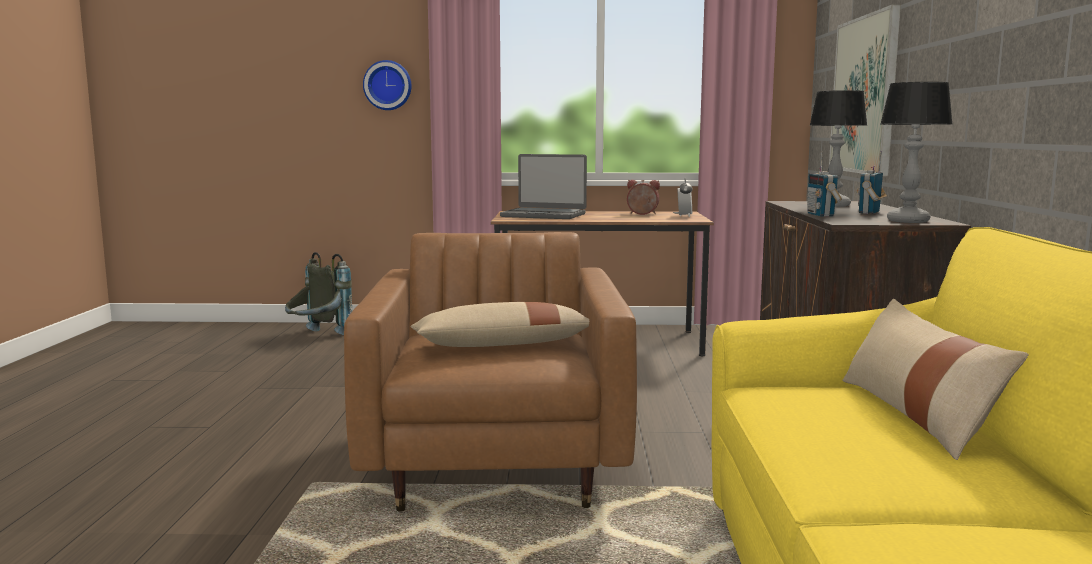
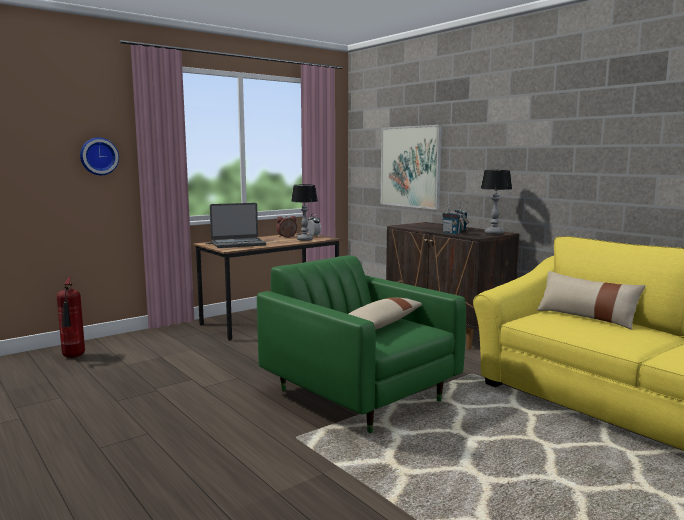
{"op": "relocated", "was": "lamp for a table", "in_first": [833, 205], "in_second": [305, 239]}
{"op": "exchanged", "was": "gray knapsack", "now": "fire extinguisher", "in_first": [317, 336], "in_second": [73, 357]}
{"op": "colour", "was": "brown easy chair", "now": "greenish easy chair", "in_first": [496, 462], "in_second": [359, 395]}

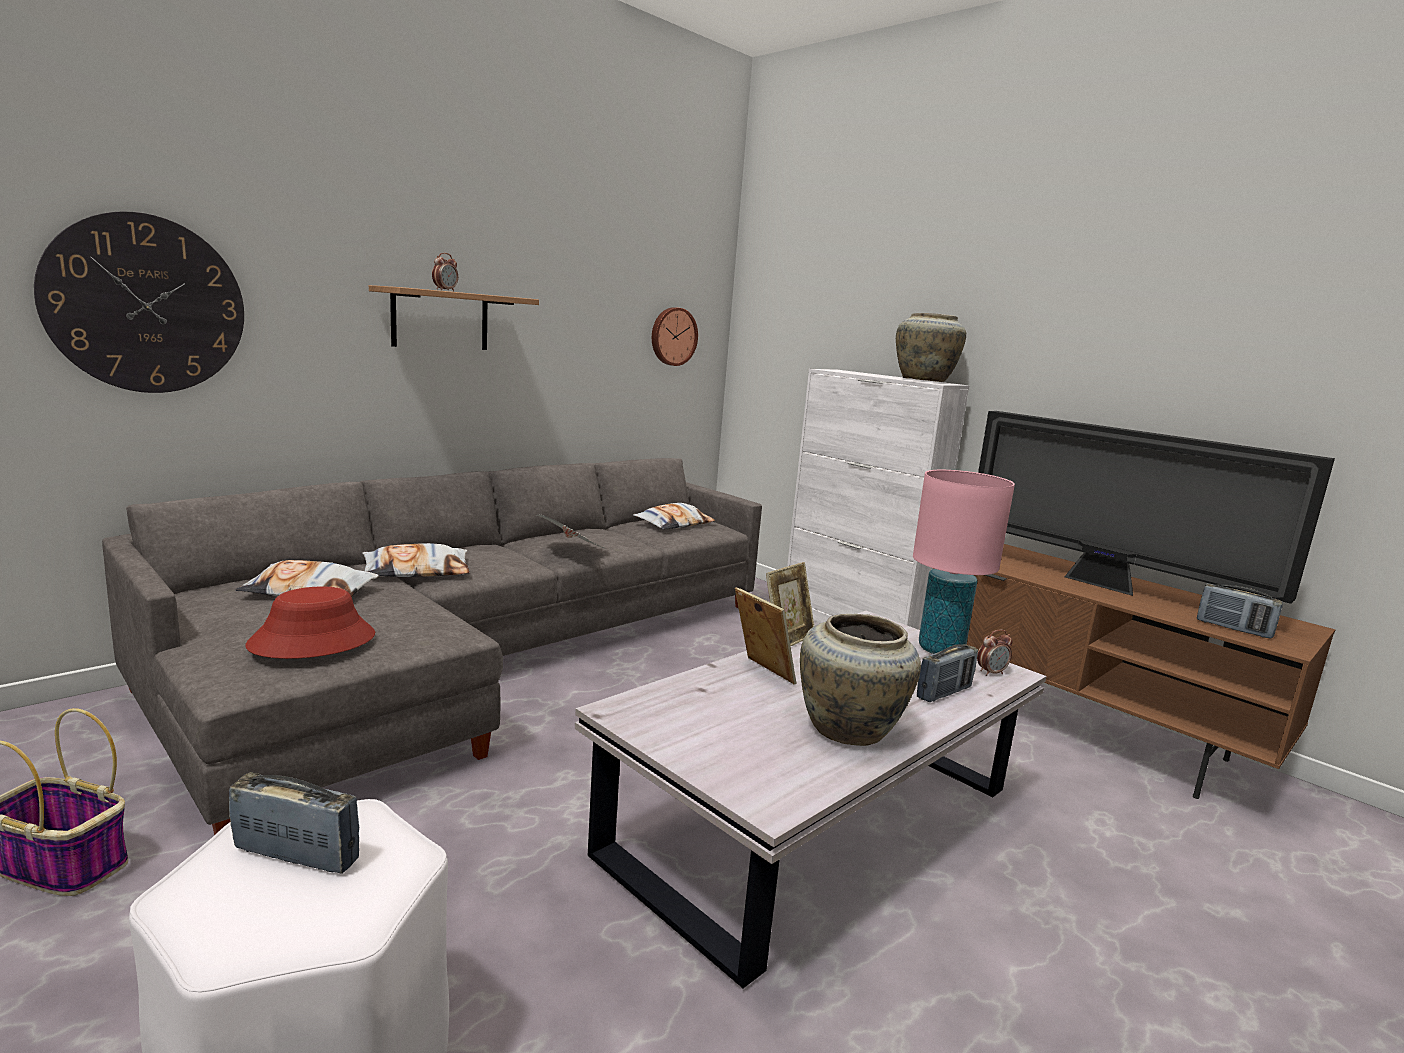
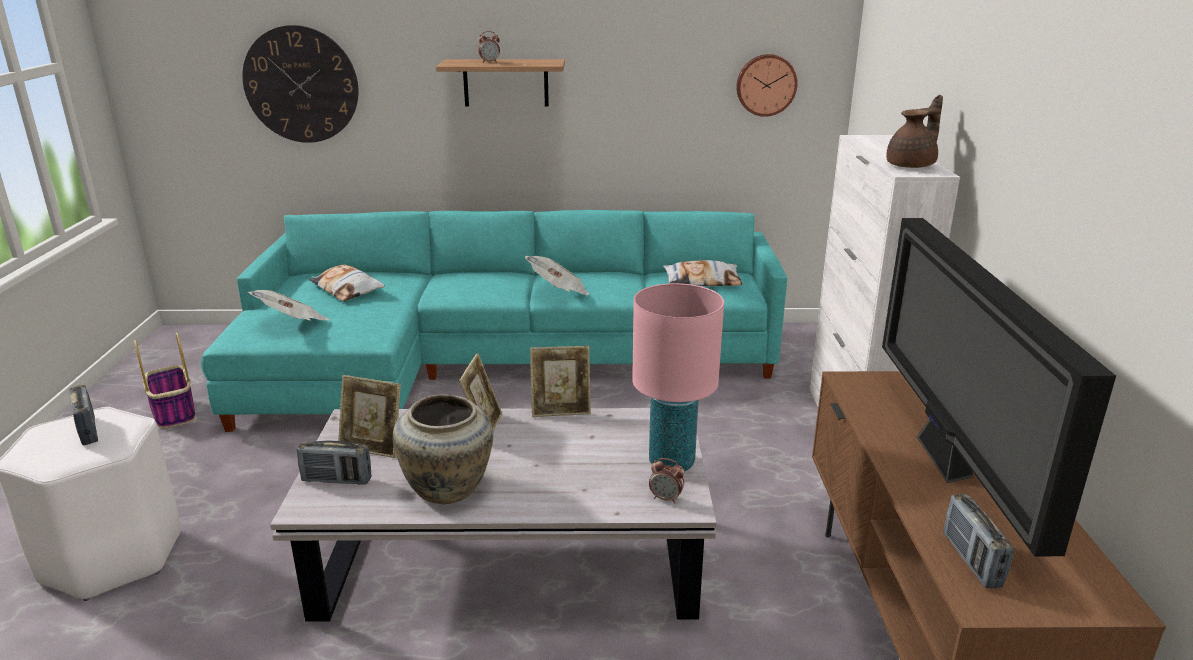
{"op": "missing", "was": "throw pillow", "in_first": [417, 571]}
{"op": "appeared", "now": "standing frame", "in_second": [372, 447]}
{"op": "relocated", "was": "radio set", "in_first": [944, 693], "in_second": [336, 480]}
{"op": "exchanged", "was": "red-coloured hat", "now": "printed paper", "in_first": [312, 641], "in_second": [293, 323]}
{"op": "exchanged", "was": "beige-coloured flower vase", "now": "brown tea pot", "in_first": [924, 381], "in_second": [912, 165]}
{"op": "colour", "was": "gray couch", "now": "turquoise-coloured couch", "in_first": [474, 658], "in_second": [491, 360]}

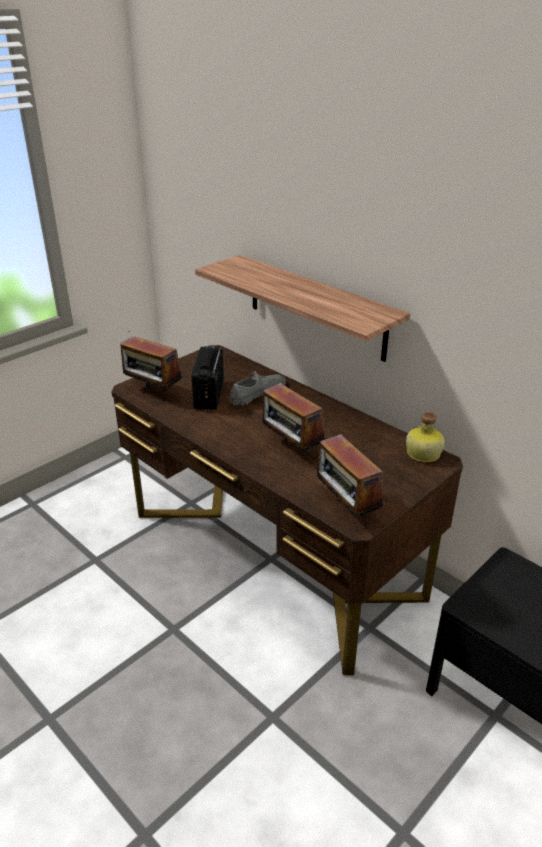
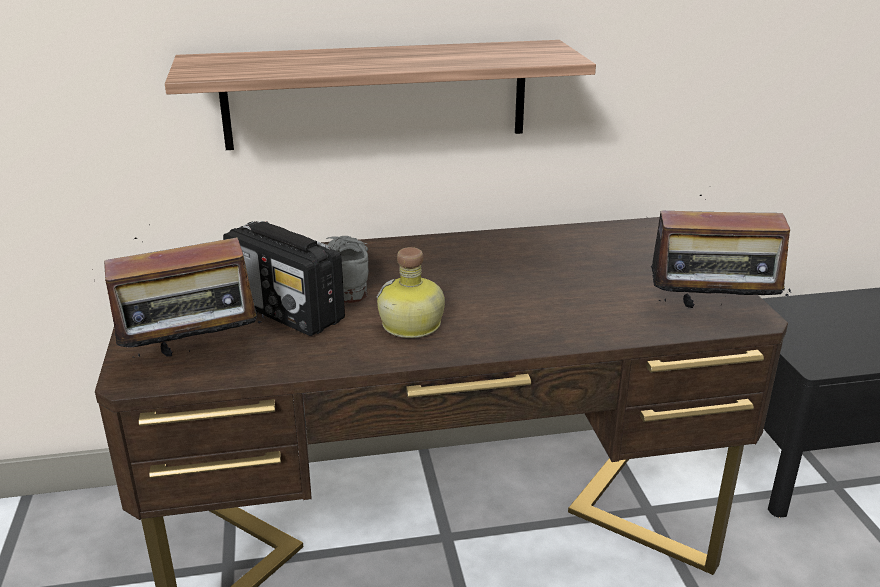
{"op": "missing", "was": "radio set", "in_first": [291, 449]}
{"op": "relocated", "was": "drink bottle", "in_first": [422, 454], "in_second": [412, 326]}

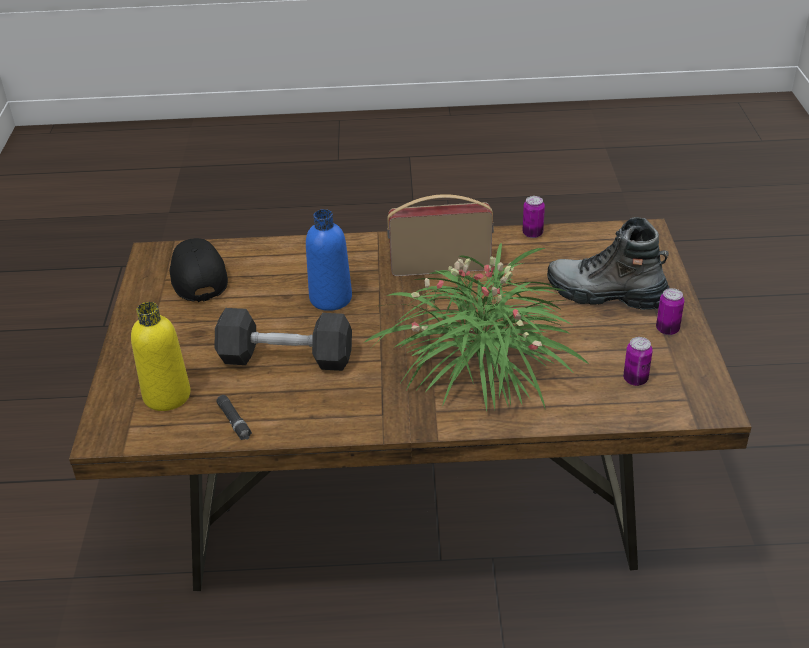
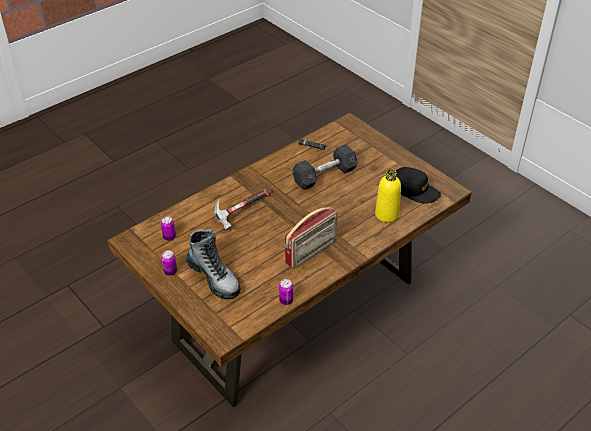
{"op": "missing", "was": "bluish drink bottle", "in_first": [330, 298]}
{"op": "relocated", "was": "yellowish drink bottle", "in_first": [167, 396], "in_second": [386, 214]}
{"op": "exchanged", "was": "plant in a pot", "now": "hand hammer", "in_first": [480, 365], "in_second": [242, 212]}
{"op": "spun", "was": "tall boot", "in_first": [606, 295], "in_second": [214, 278], "clockwise": 60}

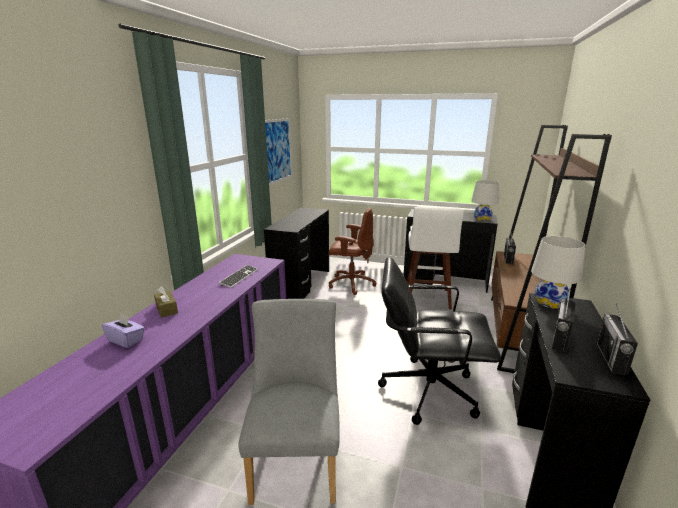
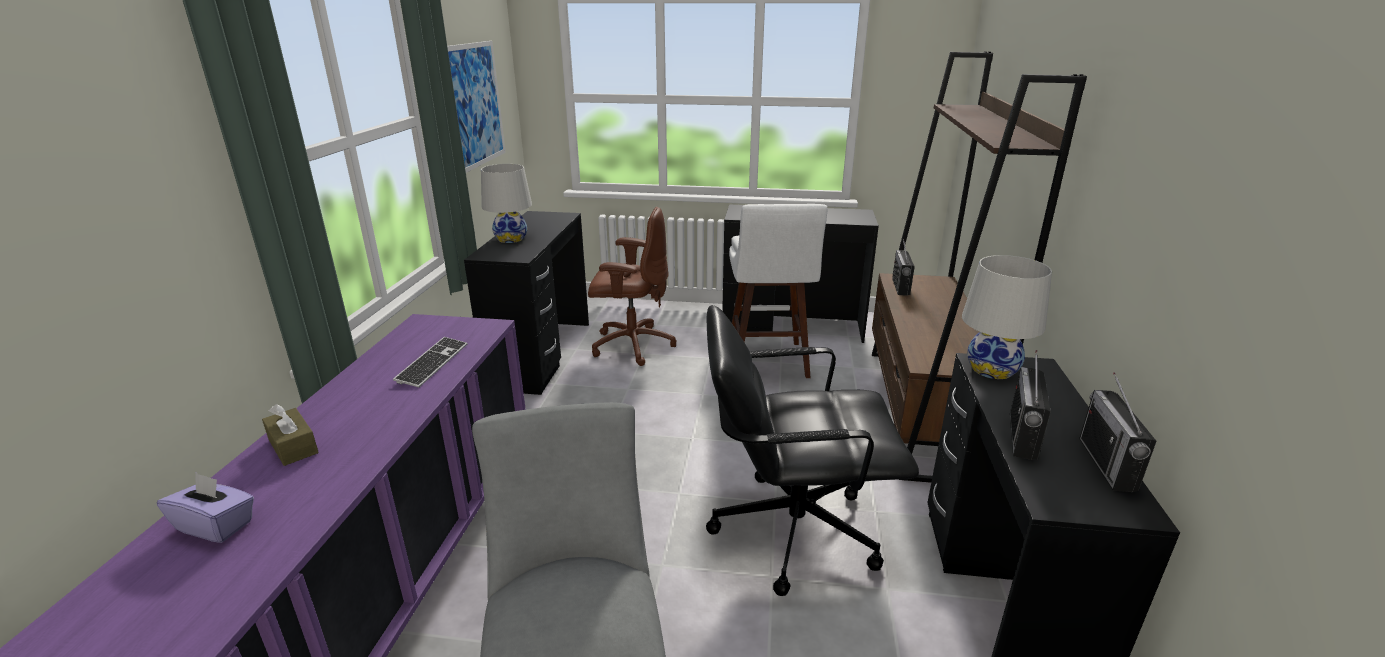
{"op": "relocated", "was": "white lamp for a table", "in_first": [482, 219], "in_second": [511, 239]}

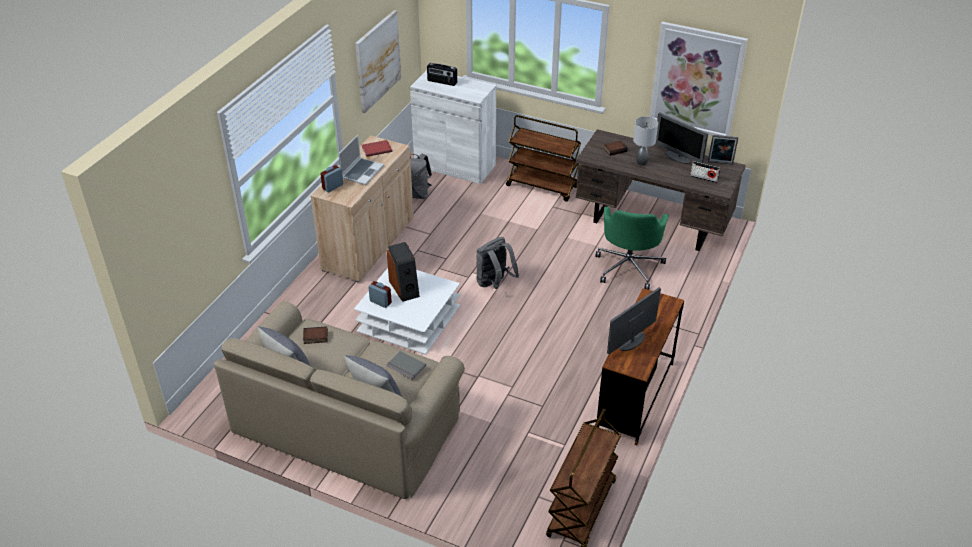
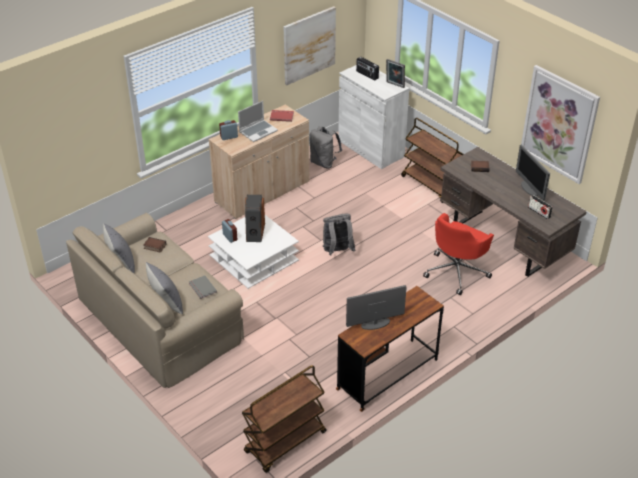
{"op": "missing", "was": "gray lamp for a table", "in_first": [641, 162]}
{"op": "relocated", "was": "standing frame", "in_first": [720, 163], "in_second": [394, 85]}
{"op": "colour", "was": "greenish desk chair", "now": "red-coloured desk chair", "in_first": [629, 267], "in_second": [457, 271]}

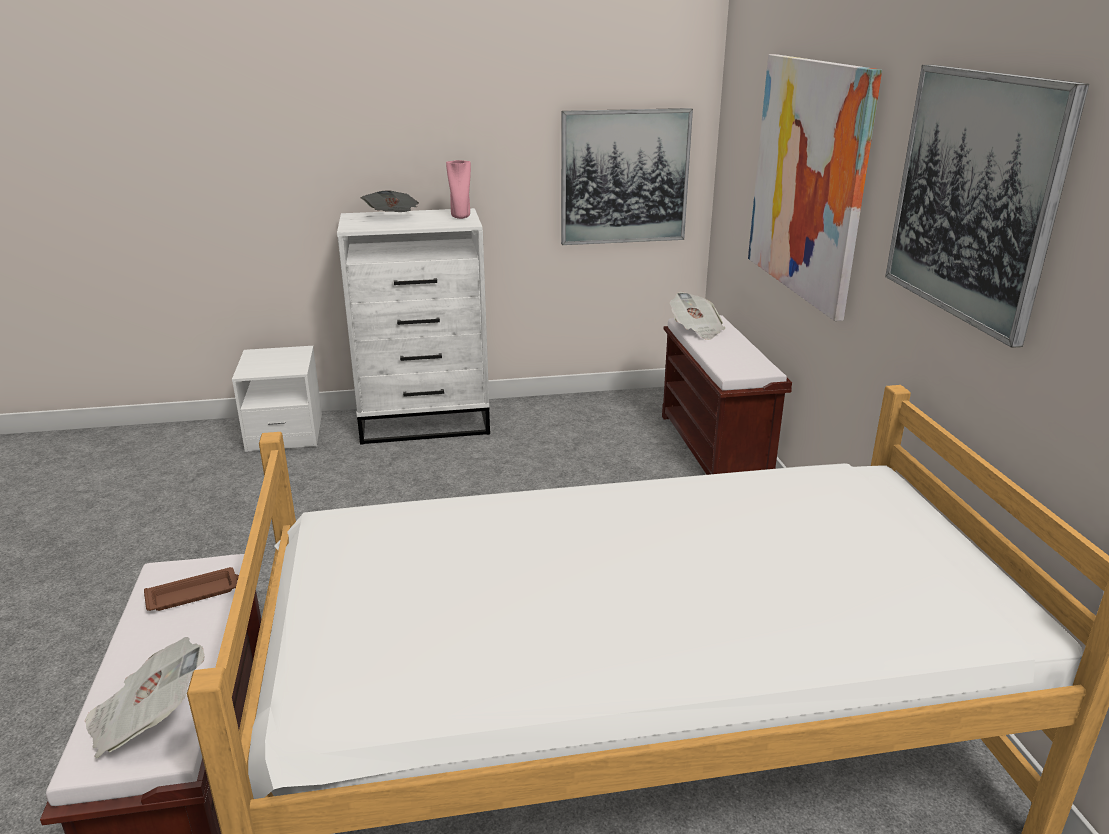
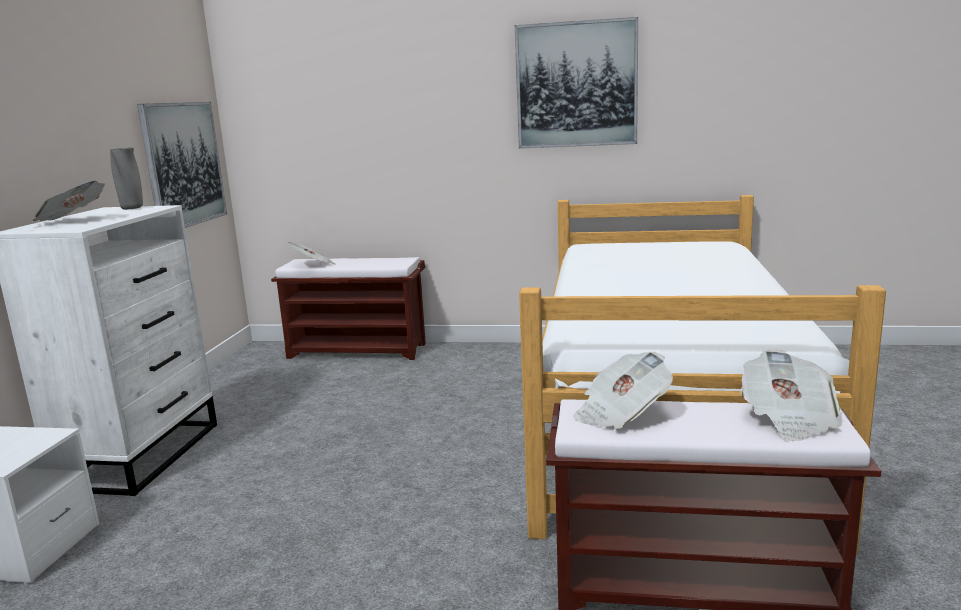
{"op": "missing", "was": "wall picture", "in_first": [808, 179]}
{"op": "exchanged", "was": "brown carrying tray", "now": "printed paper", "in_first": [195, 594], "in_second": [620, 414]}
{"op": "colour", "was": "pink-coloured flower vase", "now": "gray flower vase", "in_first": [460, 217], "in_second": [132, 208]}

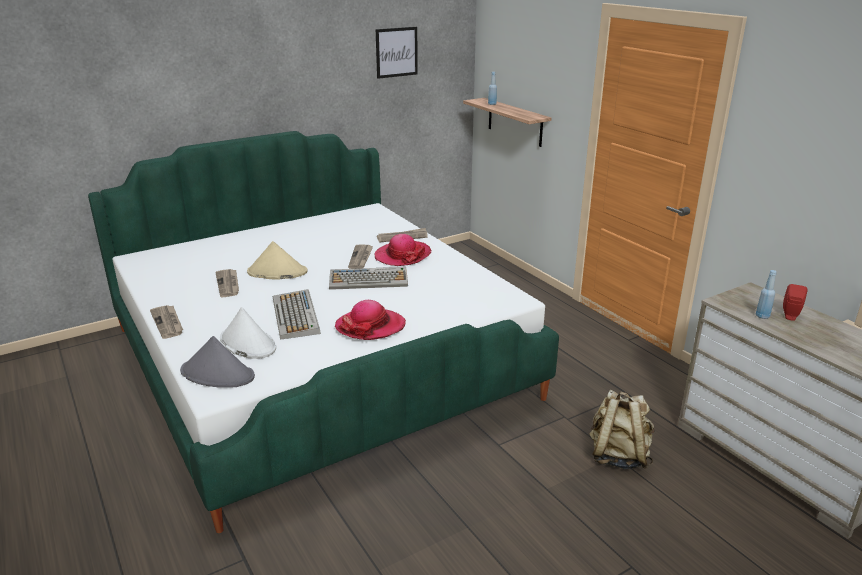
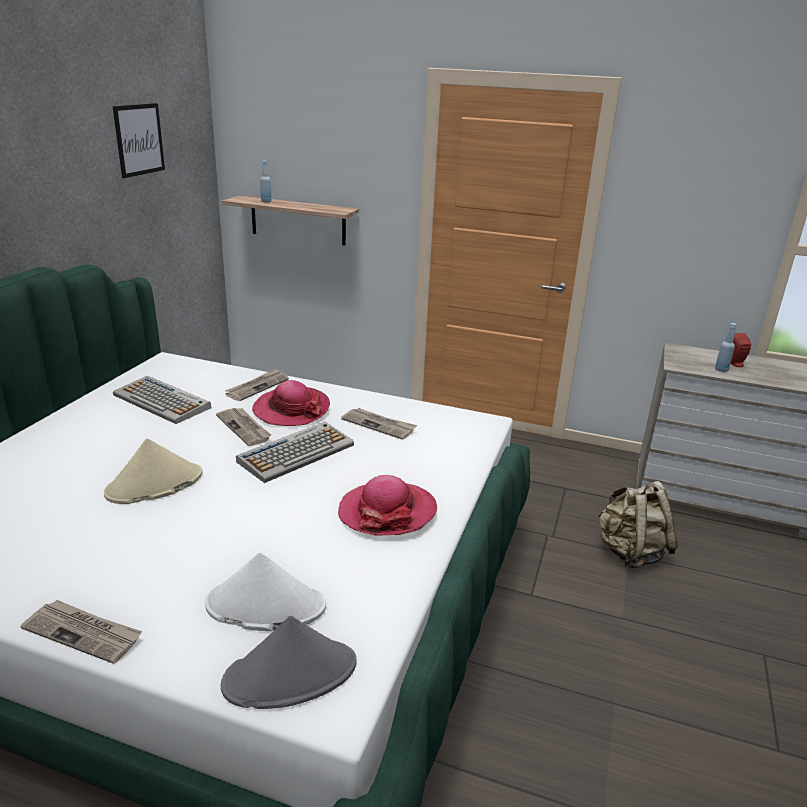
{"op": "relocated", "was": "printed paper", "in_first": [228, 284], "in_second": [379, 425]}
{"op": "relocated", "was": "PC keyboard", "in_first": [296, 316], "in_second": [163, 401]}

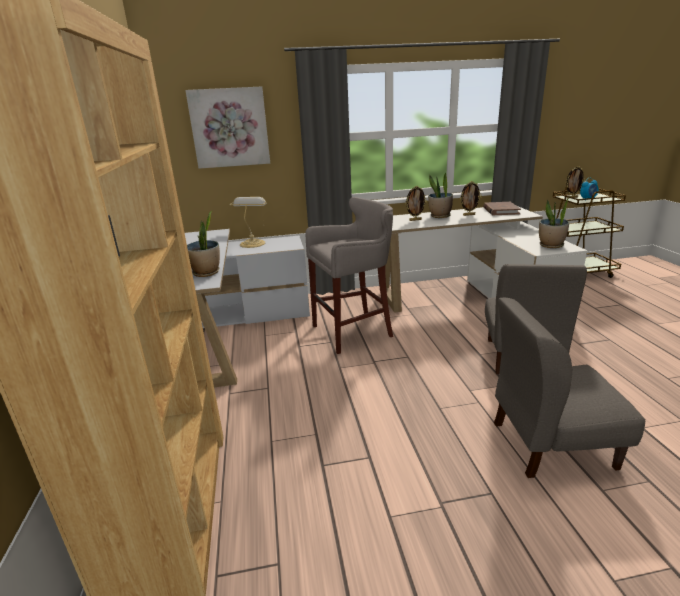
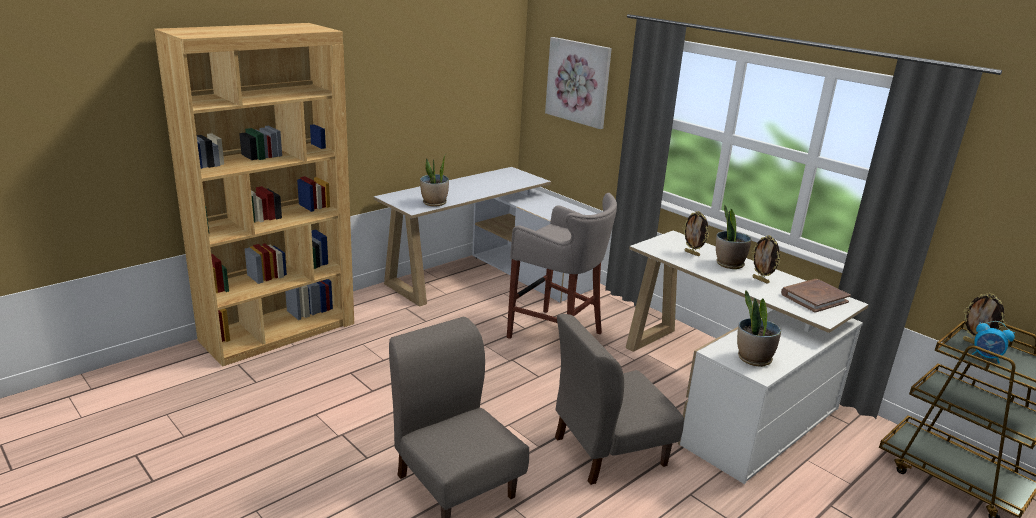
{"op": "missing", "was": "lamp for a table", "in_first": [253, 243]}

